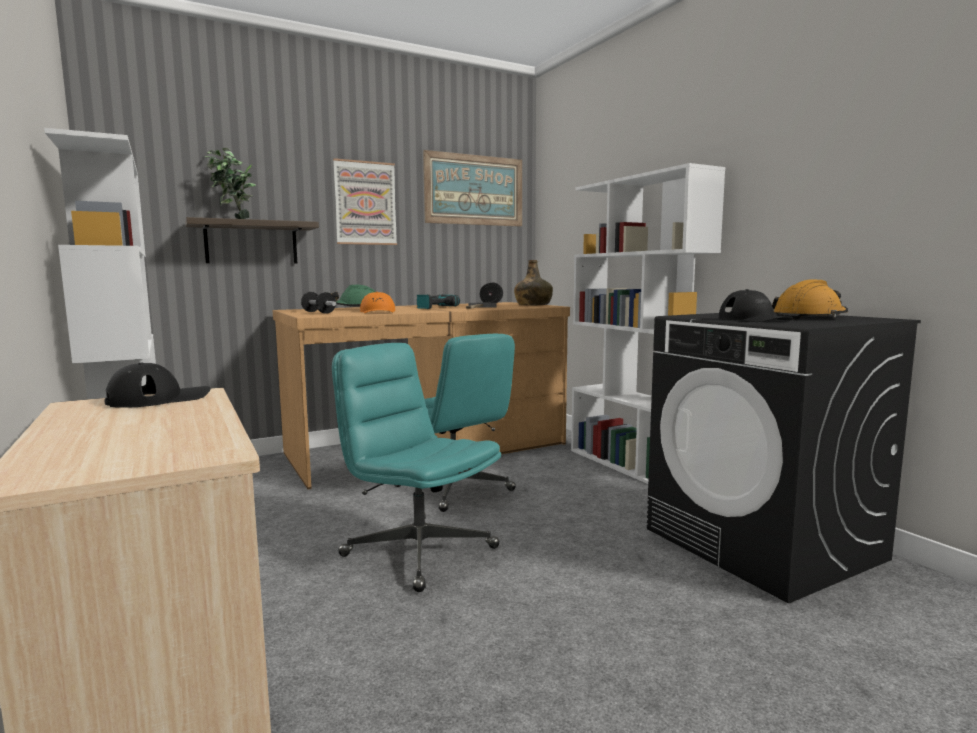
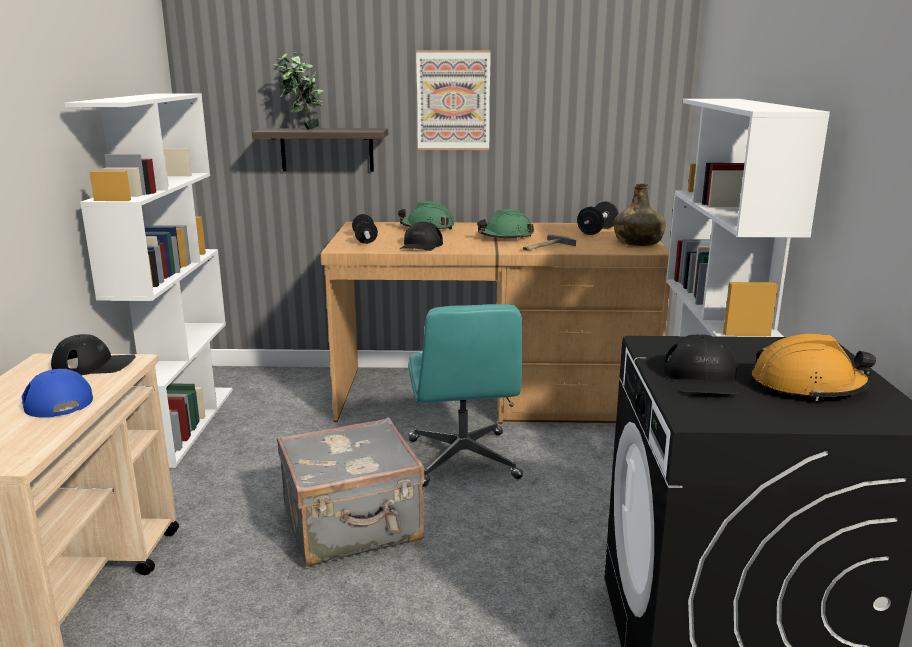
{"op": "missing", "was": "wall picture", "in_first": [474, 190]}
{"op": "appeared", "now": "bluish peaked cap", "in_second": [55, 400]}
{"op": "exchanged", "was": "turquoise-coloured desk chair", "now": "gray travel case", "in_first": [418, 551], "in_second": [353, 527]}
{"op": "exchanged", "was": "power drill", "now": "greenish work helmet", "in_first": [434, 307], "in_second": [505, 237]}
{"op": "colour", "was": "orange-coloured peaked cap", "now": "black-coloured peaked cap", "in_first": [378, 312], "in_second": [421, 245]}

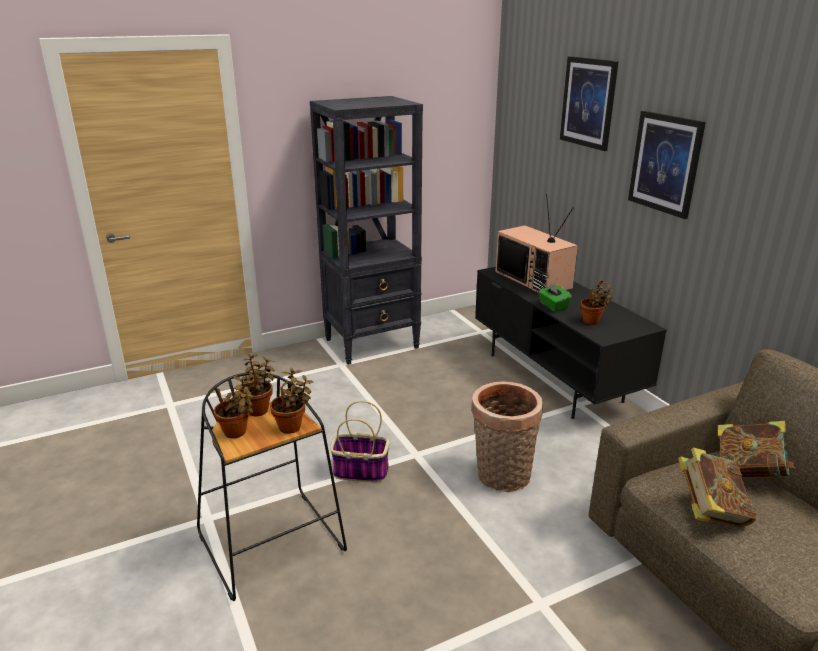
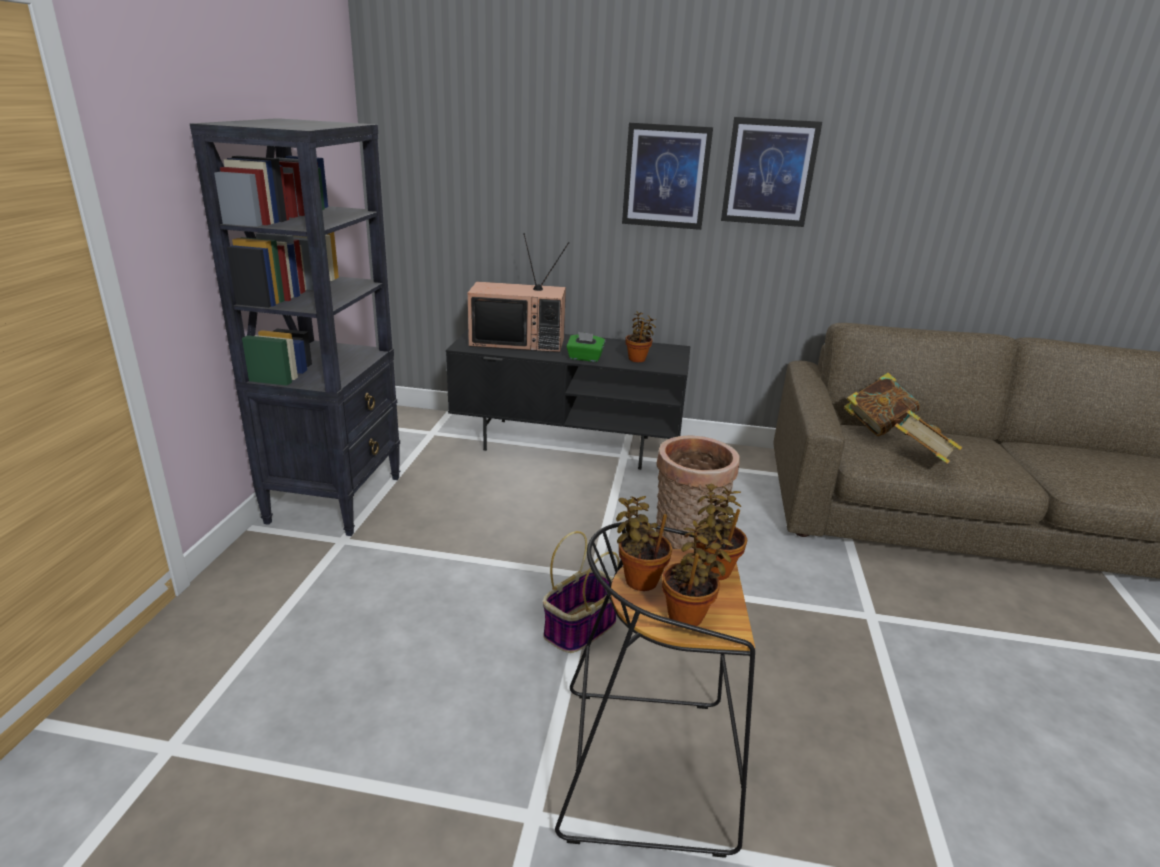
{"op": "relocated", "was": "wall picture", "in_first": [588, 102], "in_second": [769, 172]}

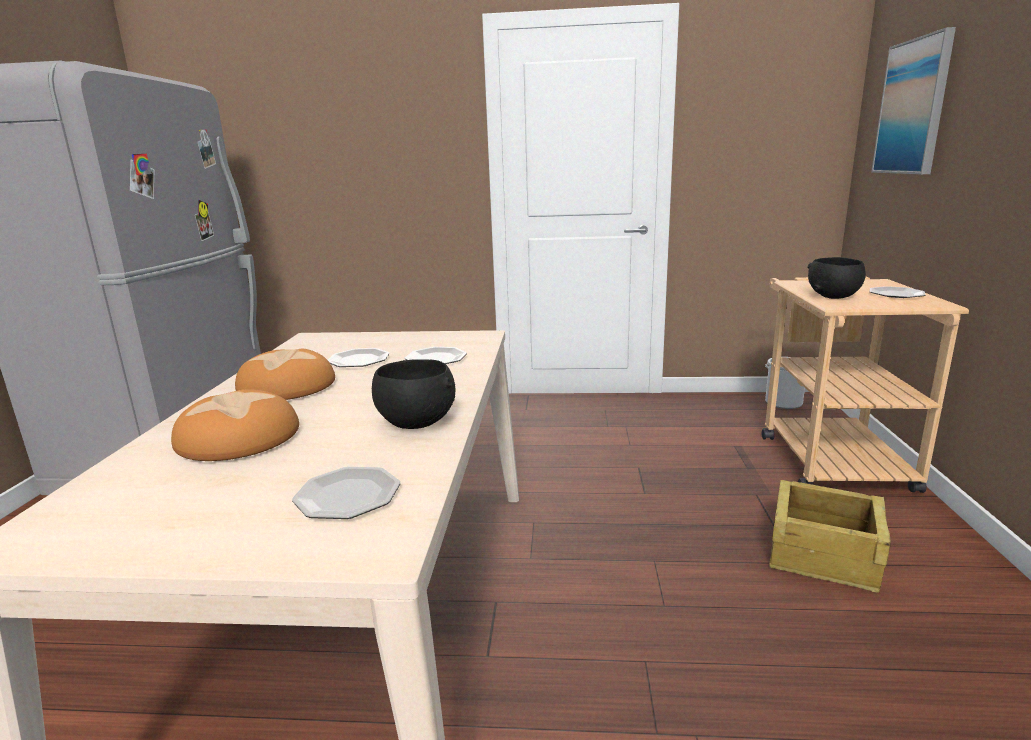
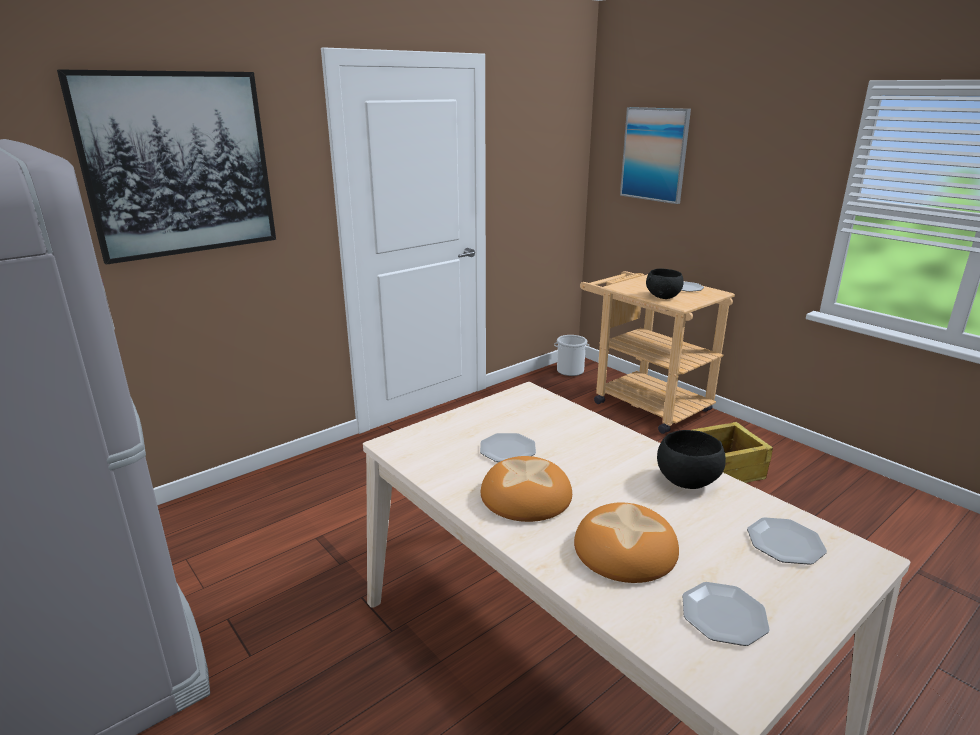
{"op": "appeared", "now": "wall picture", "in_second": [179, 165]}
{"op": "relocated", "was": "dinner plate", "in_first": [435, 359], "in_second": [723, 616]}

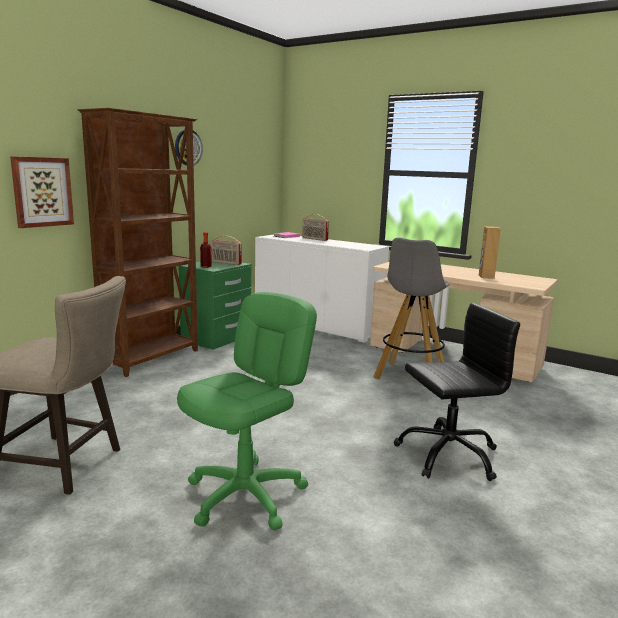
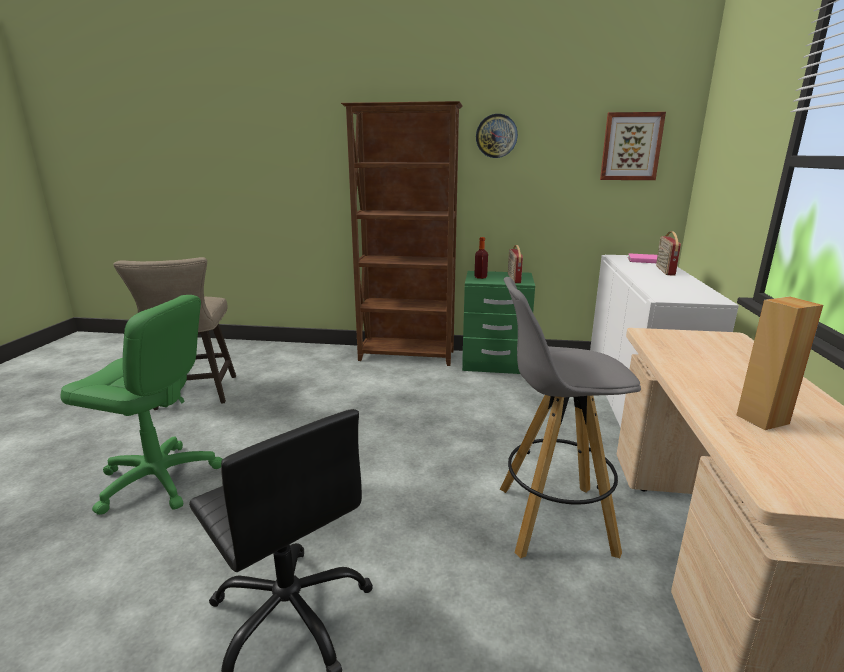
{"op": "relocated", "was": "wall picture", "in_first": [42, 192], "in_second": [631, 146]}

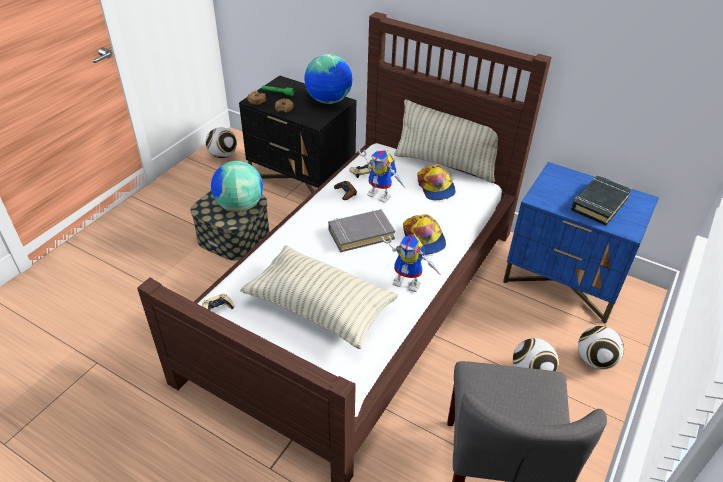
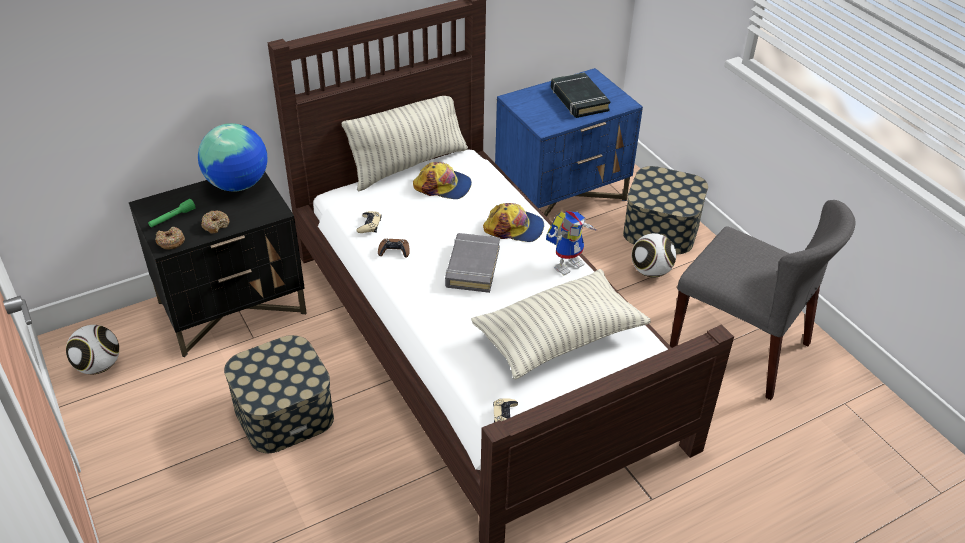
{"op": "missing", "was": "desk globe", "in_first": [239, 206]}
{"op": "missing", "was": "model robot", "in_first": [382, 195]}
{"op": "exchanged", "was": "football", "now": "storage container", "in_first": [595, 361], "in_second": [661, 228]}

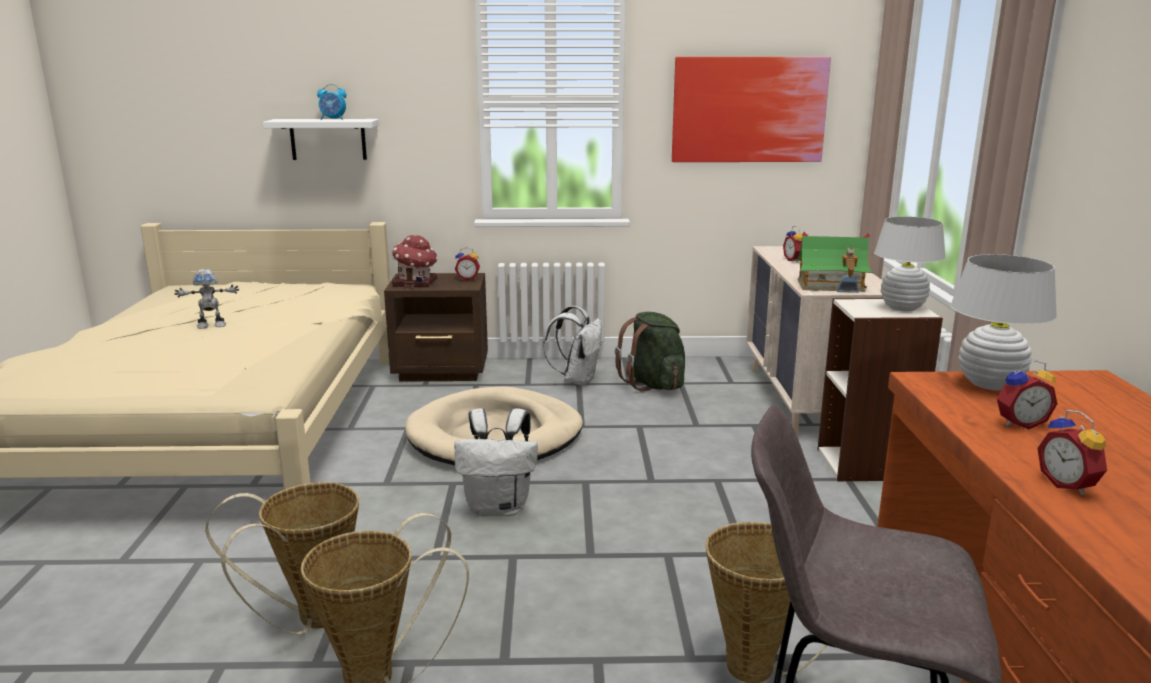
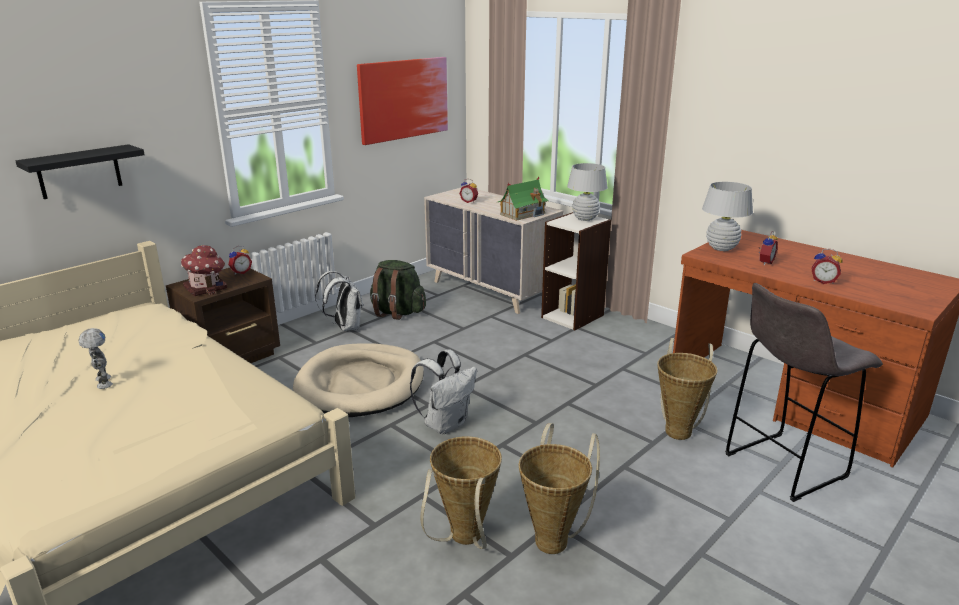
{"op": "missing", "was": "bedside clock", "in_first": [333, 119]}
{"op": "colour", "was": "white wall shelf", "now": "black-coloured wall shelf", "in_first": [328, 139], "in_second": [79, 172]}
{"op": "spun", "was": "model robot", "in_first": [211, 325], "in_second": [102, 382], "clockwise": -60}

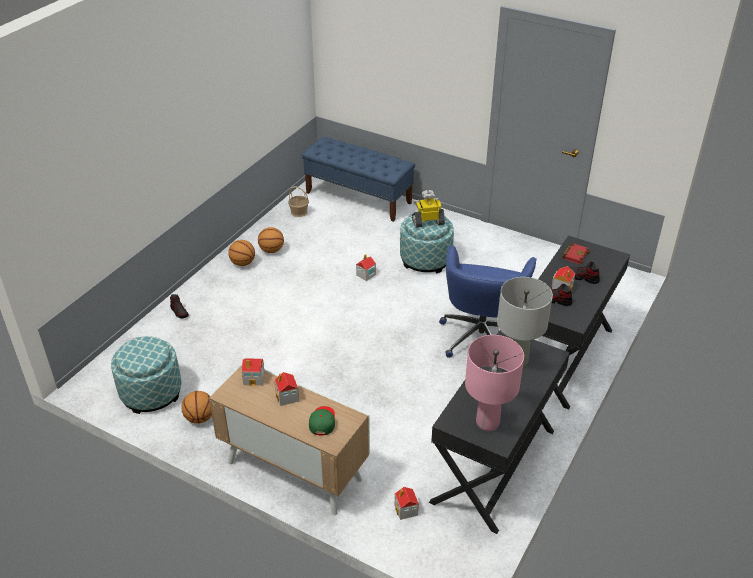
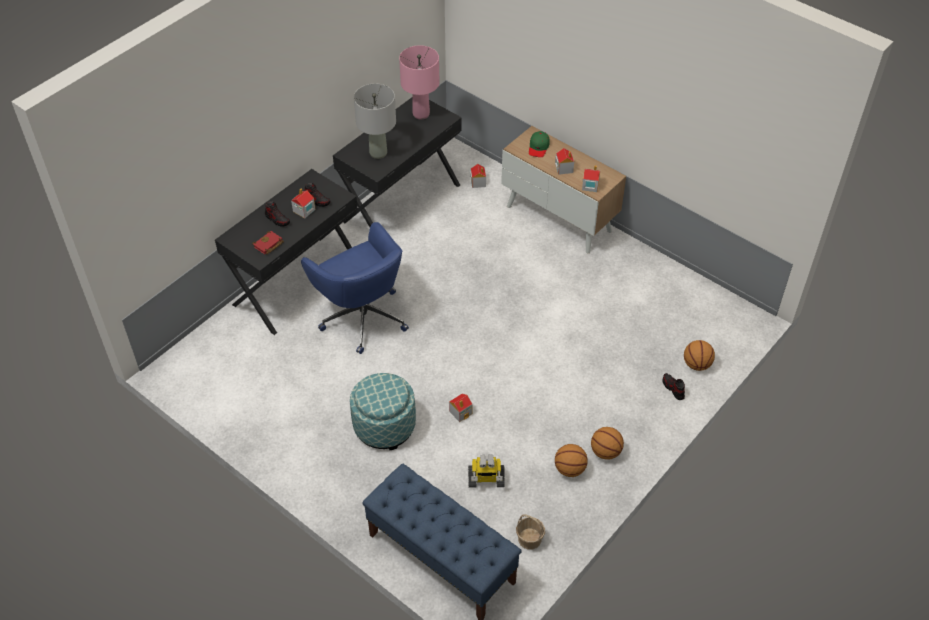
{"op": "missing", "was": "footrest", "in_first": [151, 392]}
{"op": "relocated", "was": "basketball ball", "in_first": [199, 418], "in_second": [697, 364]}
{"op": "relocated", "was": "model robot", "in_first": [428, 222], "in_second": [485, 479]}
{"op": "spun", "was": "bluish desk chair", "in_first": [481, 335], "in_second": [362, 316], "clockwise": 120}

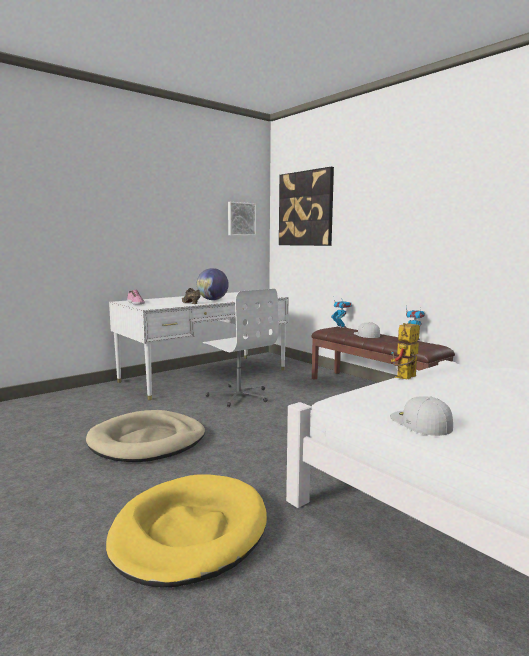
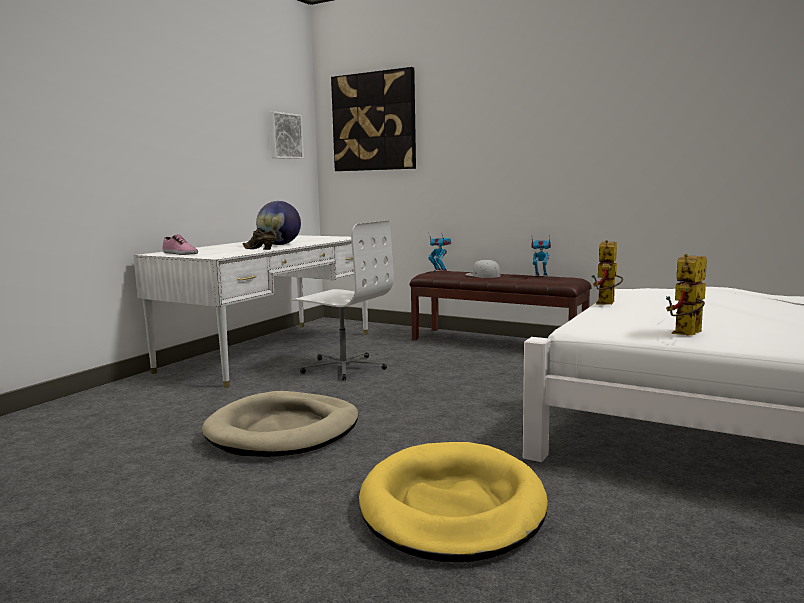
{"op": "exchanged", "was": "white peaked cap", "now": "model robot", "in_first": [419, 422], "in_second": [687, 334]}

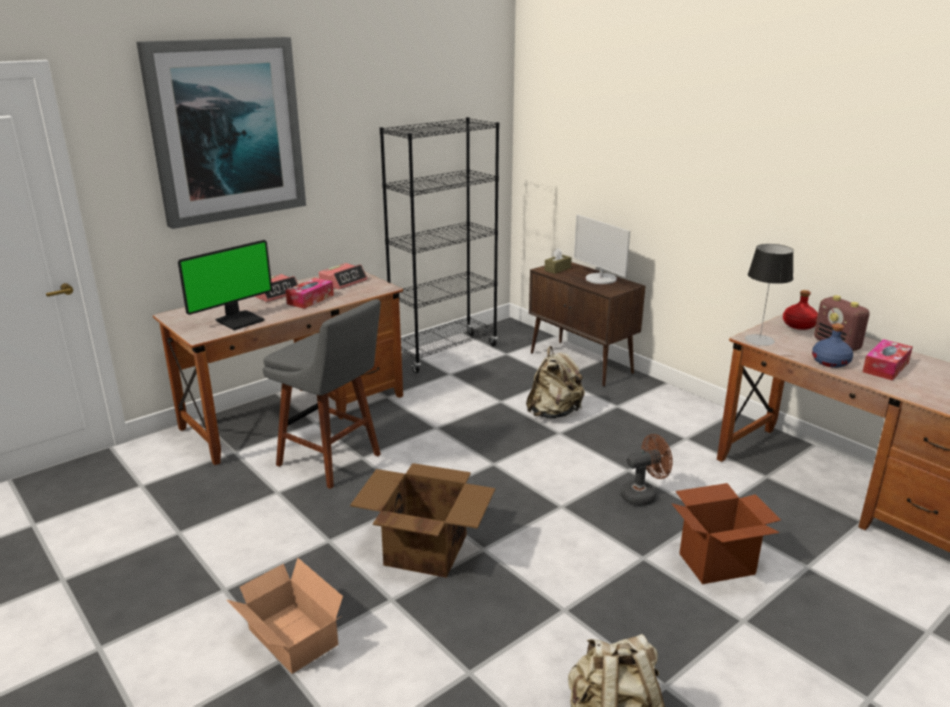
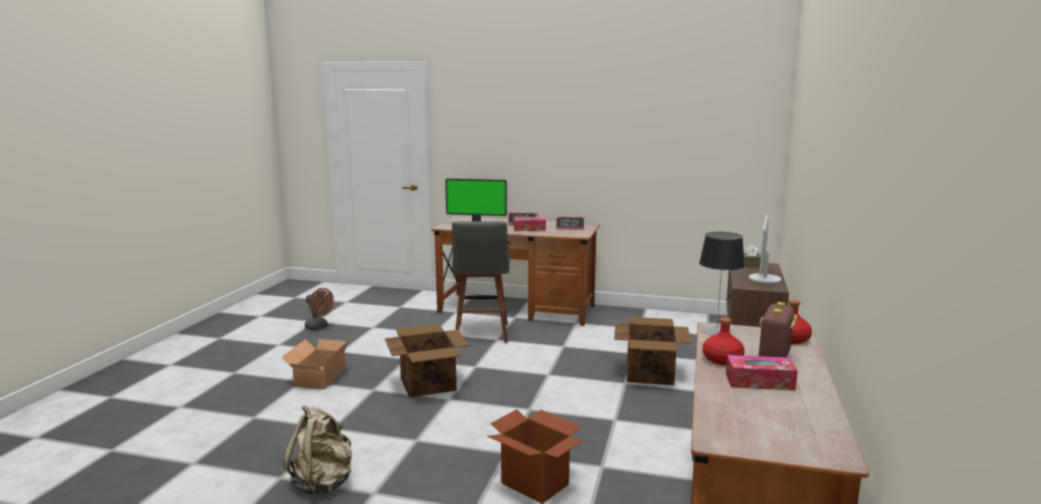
{"op": "missing", "was": "wall picture", "in_first": [226, 130]}
{"op": "missing", "was": "black-coloured bookshelf", "in_first": [444, 353]}
{"op": "relocated", "was": "brown cooling fan", "in_first": [643, 495], "in_second": [319, 327]}
{"op": "exchanged", "was": "beige-coloured knapsack", "now": "cardboard box", "in_first": [554, 413], "in_second": [650, 373]}
{"op": "colour", "was": "bluish drink bottle", "now": "red-coloured drink bottle", "in_first": [831, 362], "in_second": [722, 360]}

